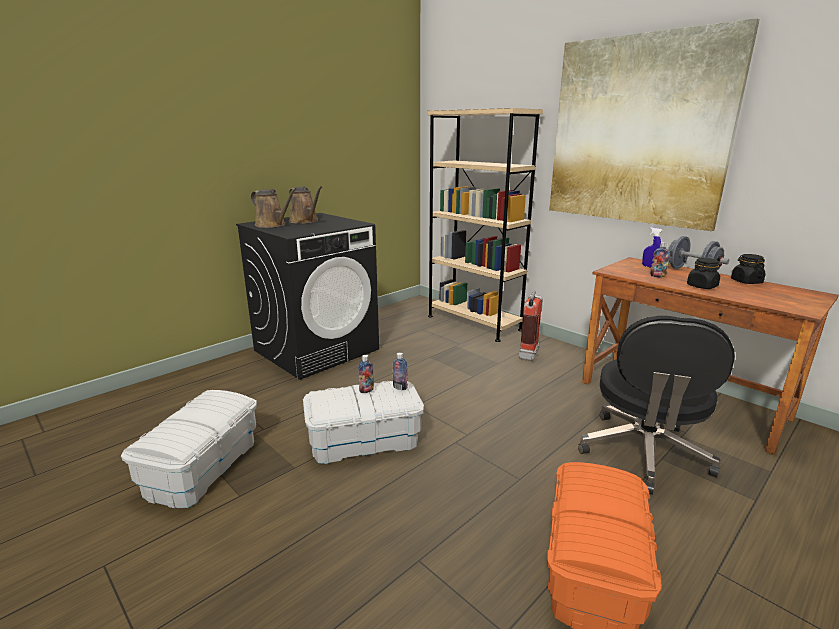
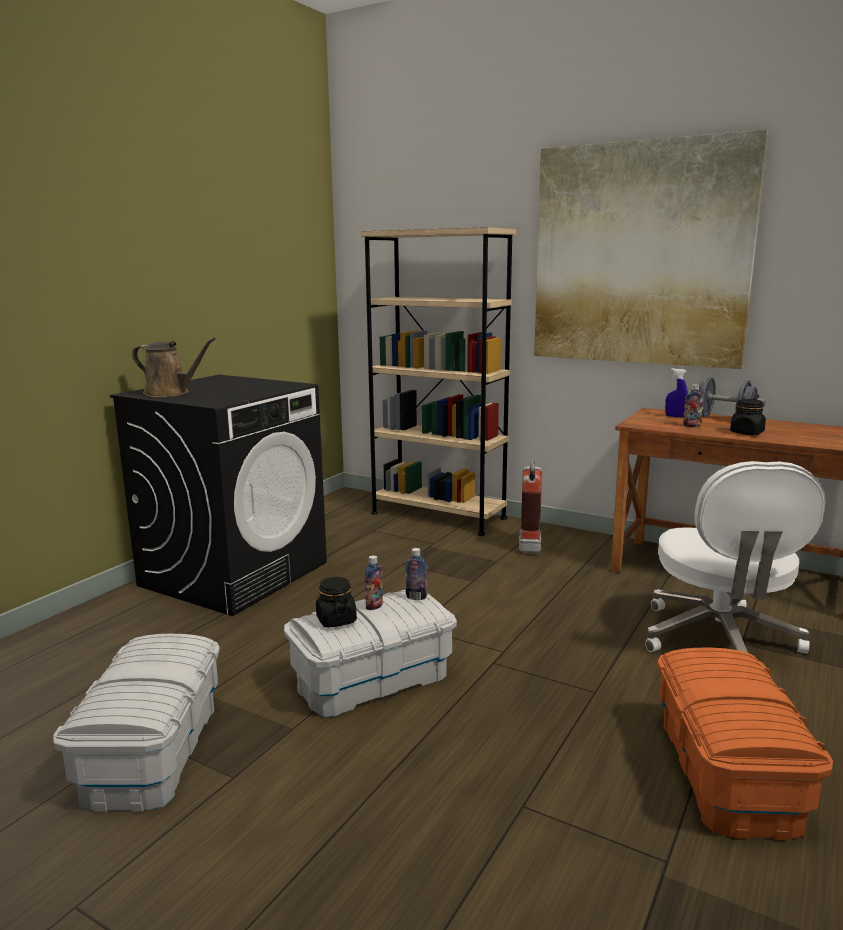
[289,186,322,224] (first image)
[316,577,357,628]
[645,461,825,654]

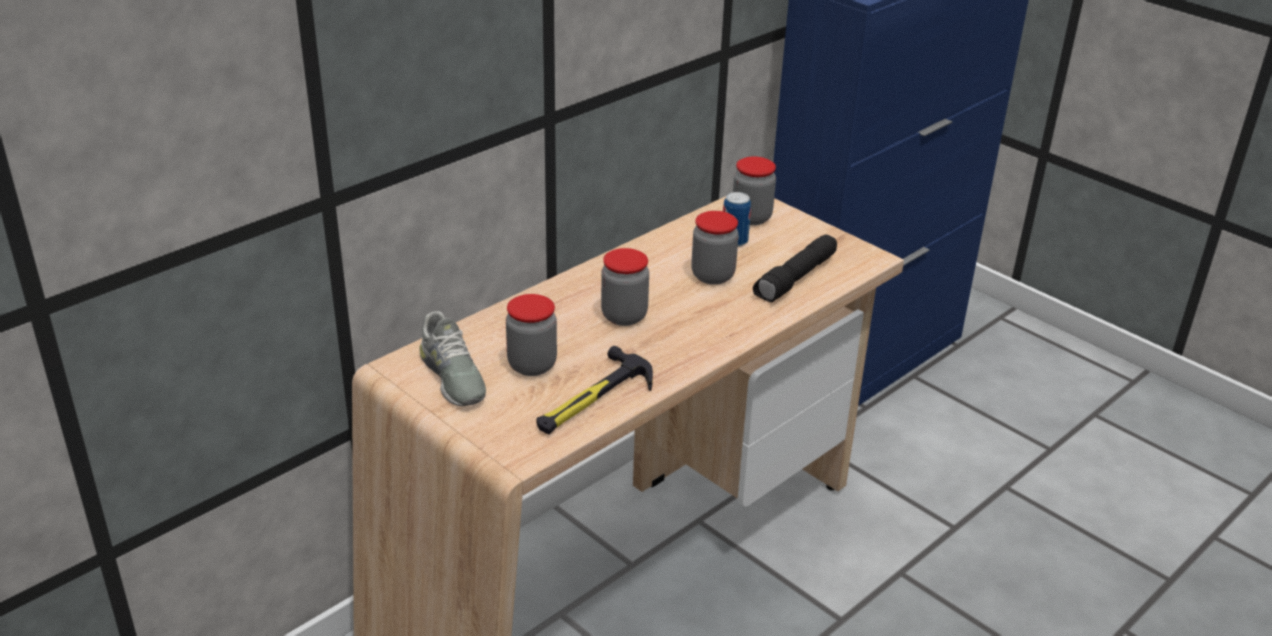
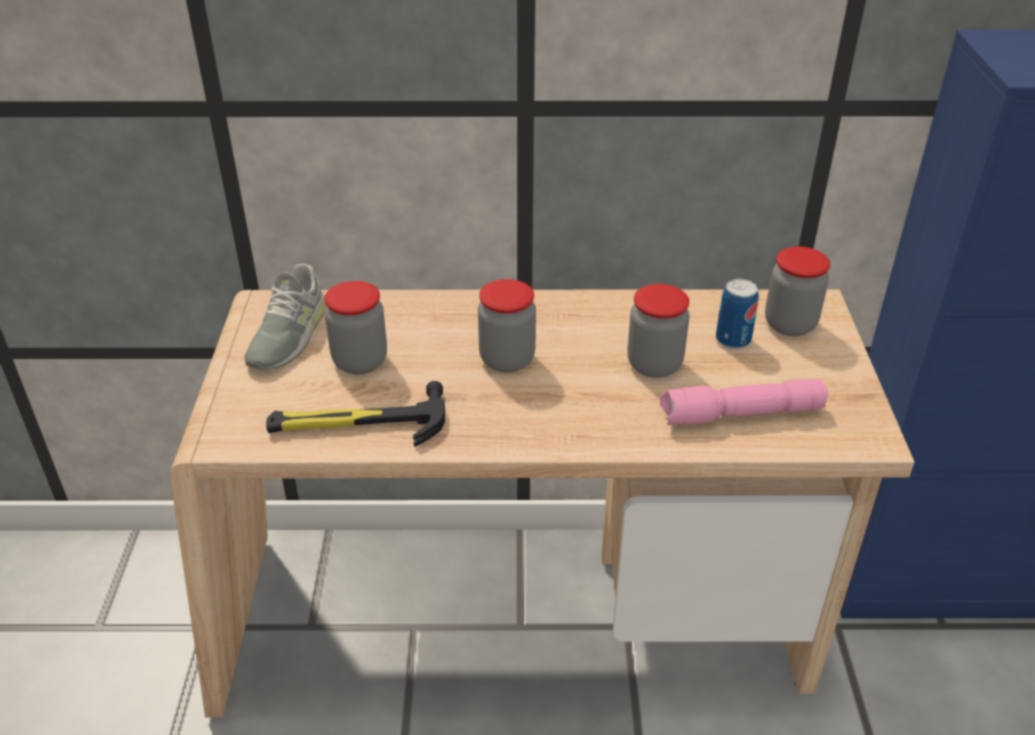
[660,379,829,425]

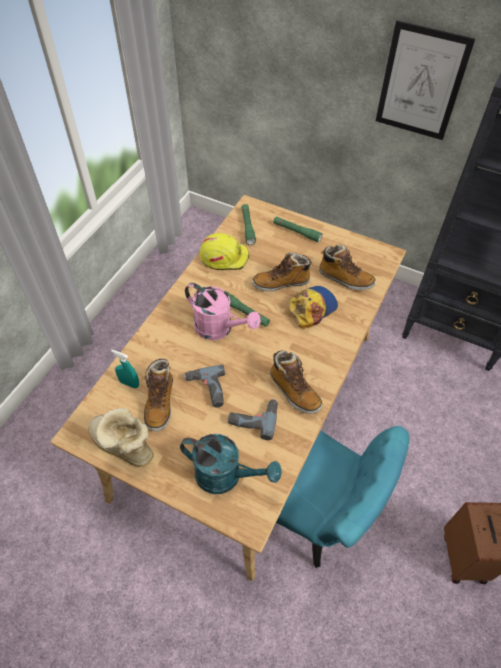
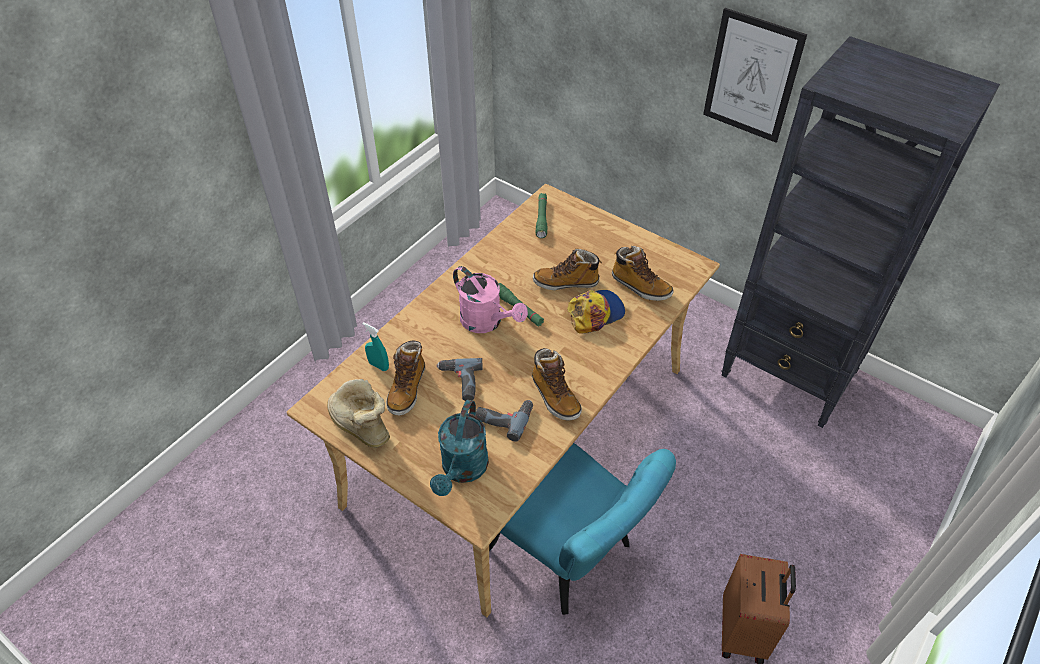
[273,216,322,242] (first image)
[200,233,249,270] (first image)
[430,400,489,496]

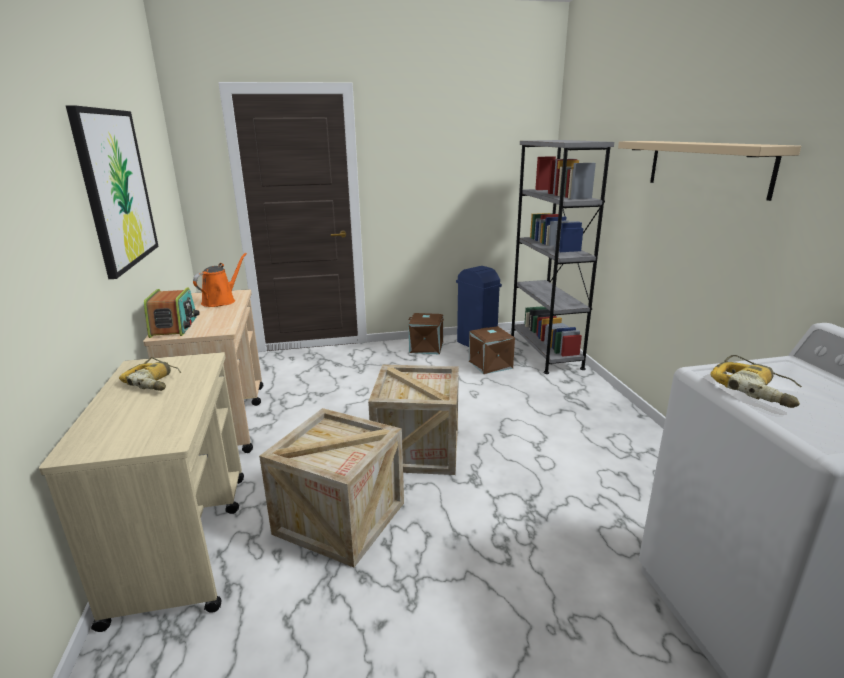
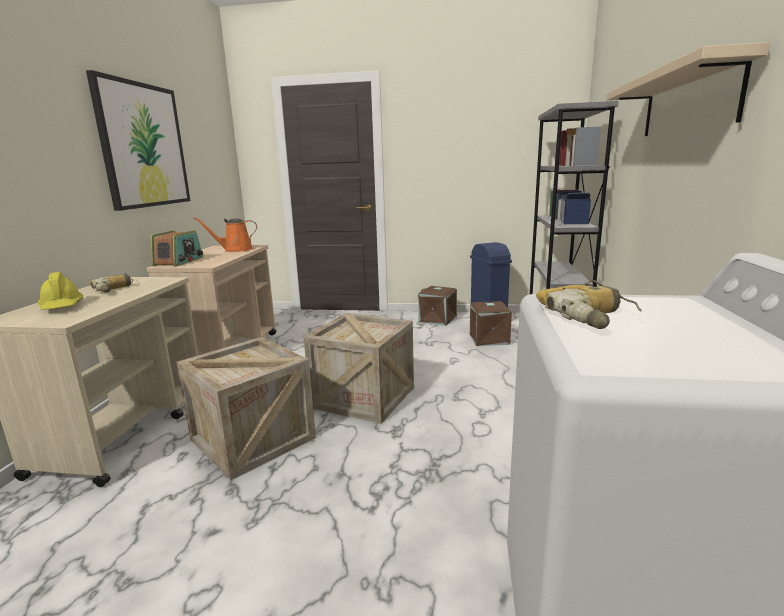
[193,217,257,252]
[37,272,83,310]

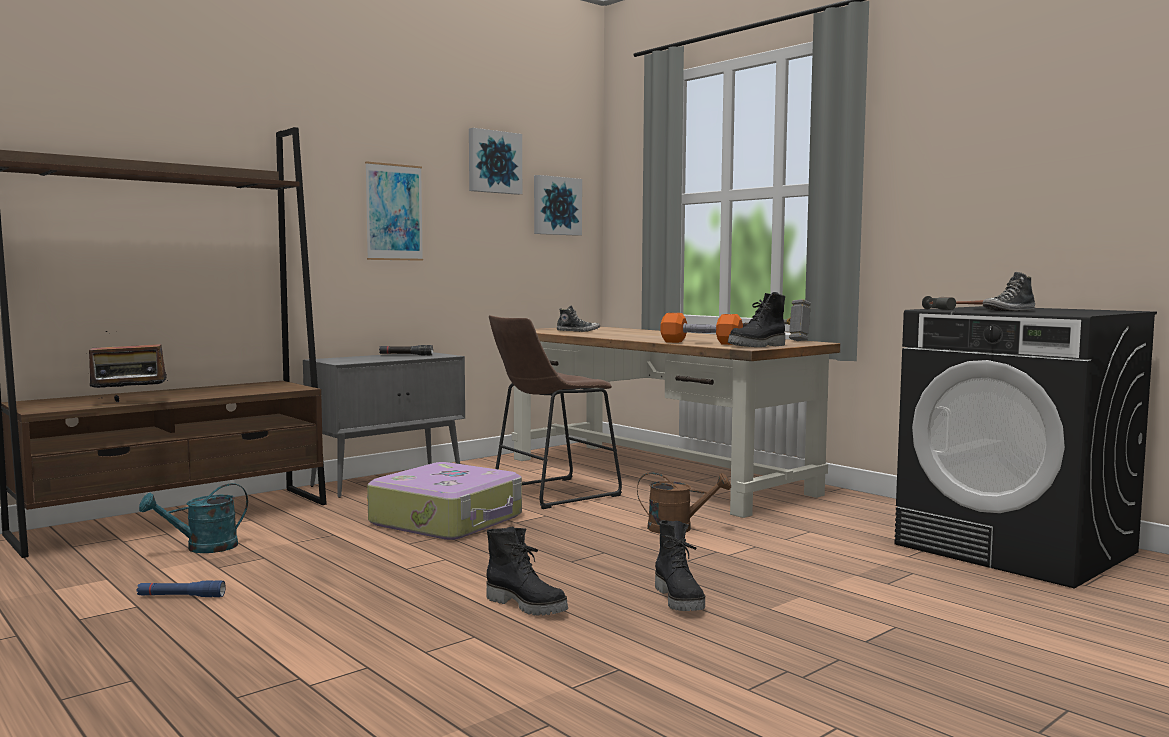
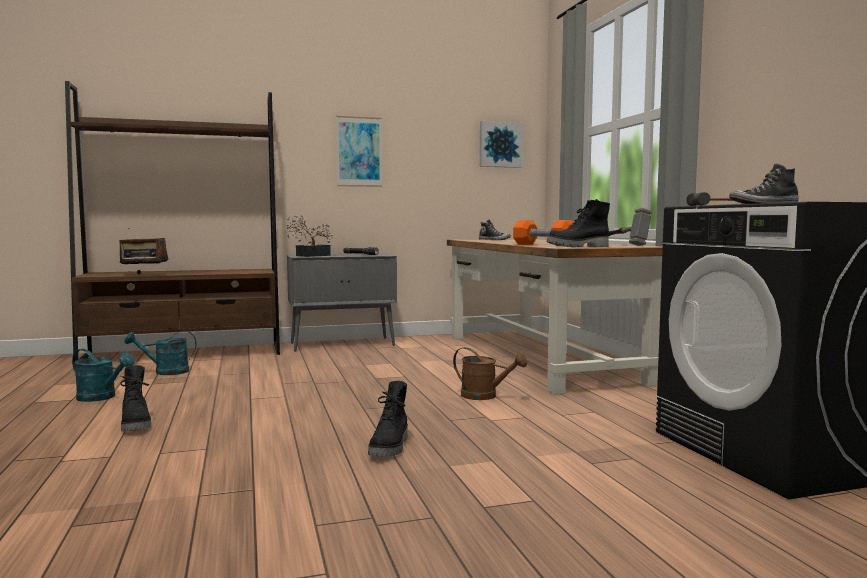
[469,128,522,195] (first image)
[489,315,622,509] (first image)
[367,462,522,540] (first image)
[120,365,151,432]
[72,349,135,402]
[286,215,333,257]

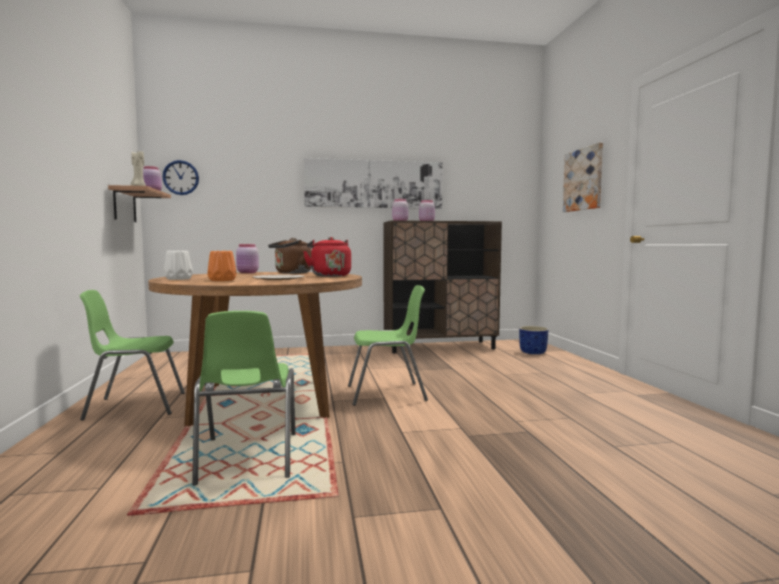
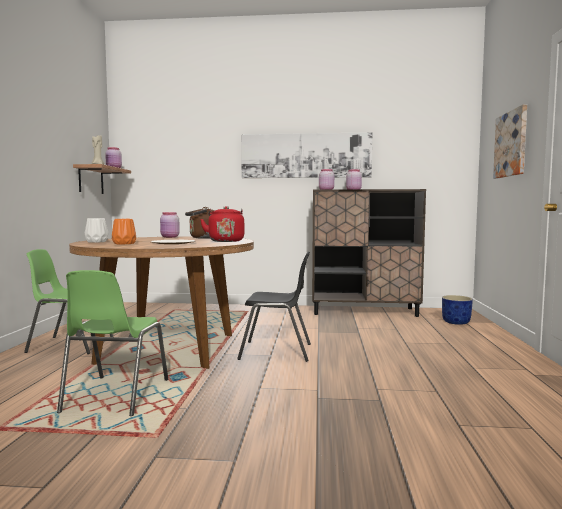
[162,160,199,195] (first image)
[237,251,311,362]

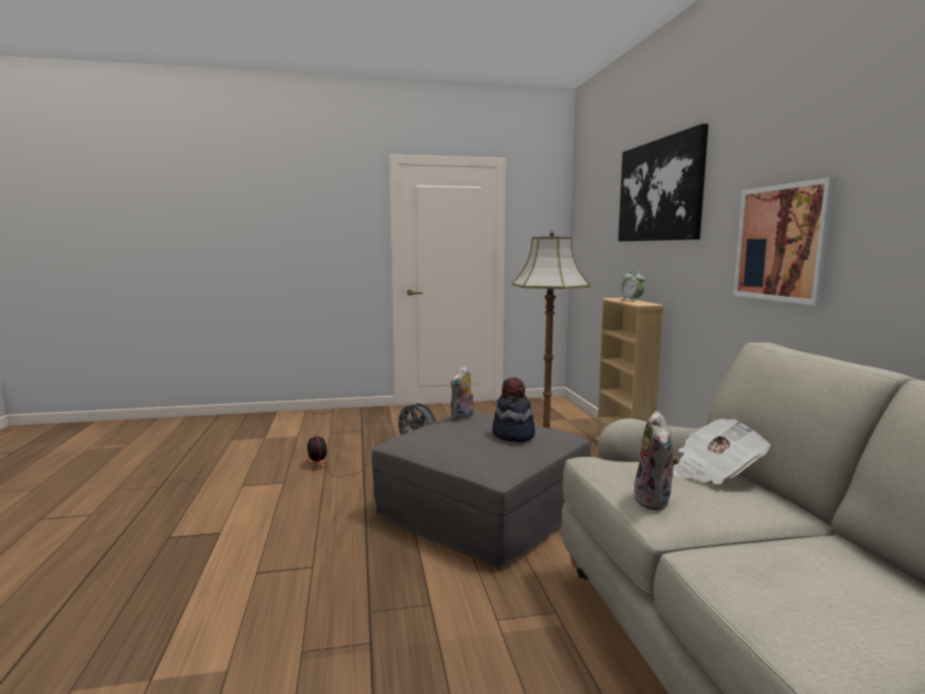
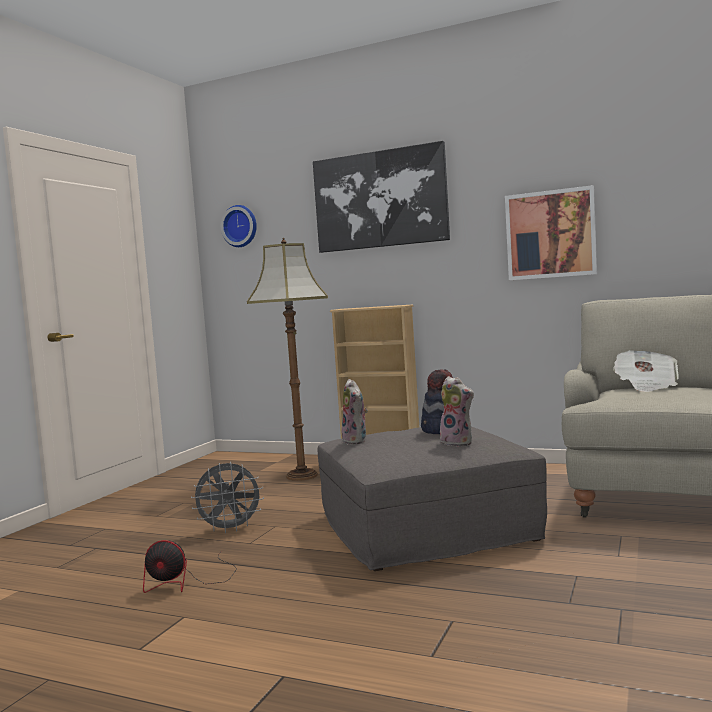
[621,270,645,302] (first image)
[437,376,474,447]
[221,205,257,247]

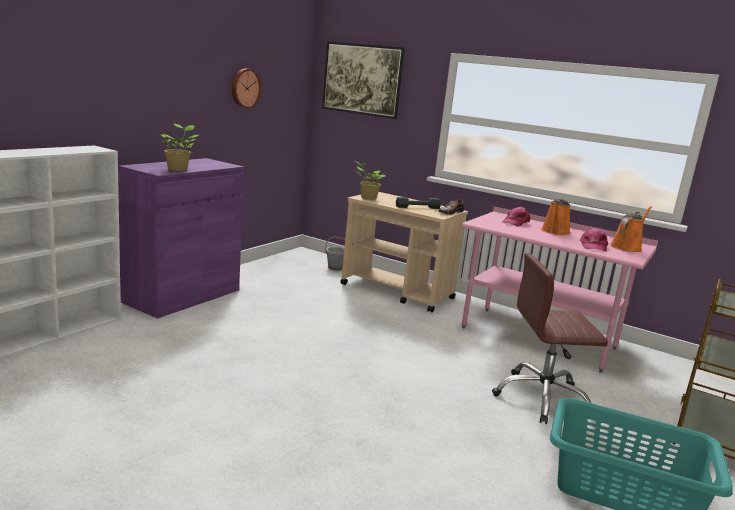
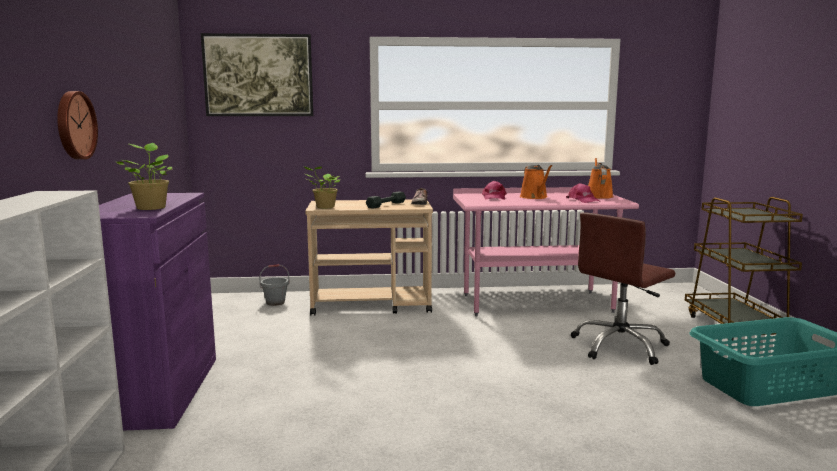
[57,91,98,160]

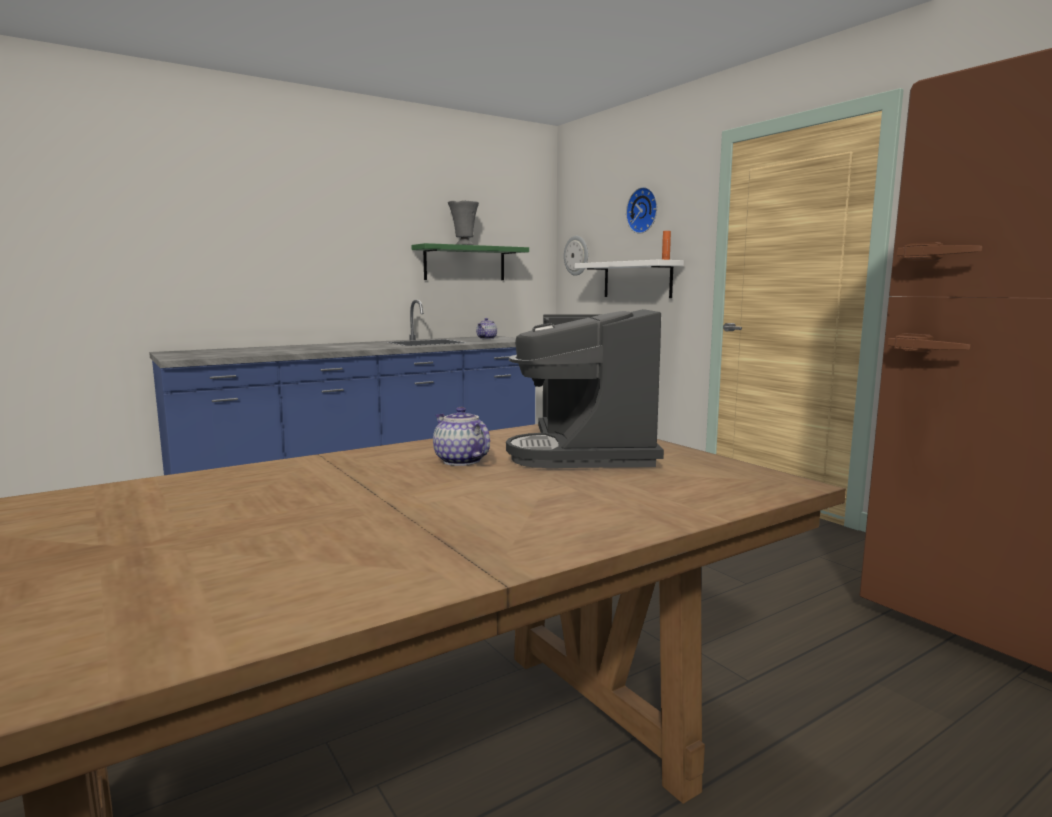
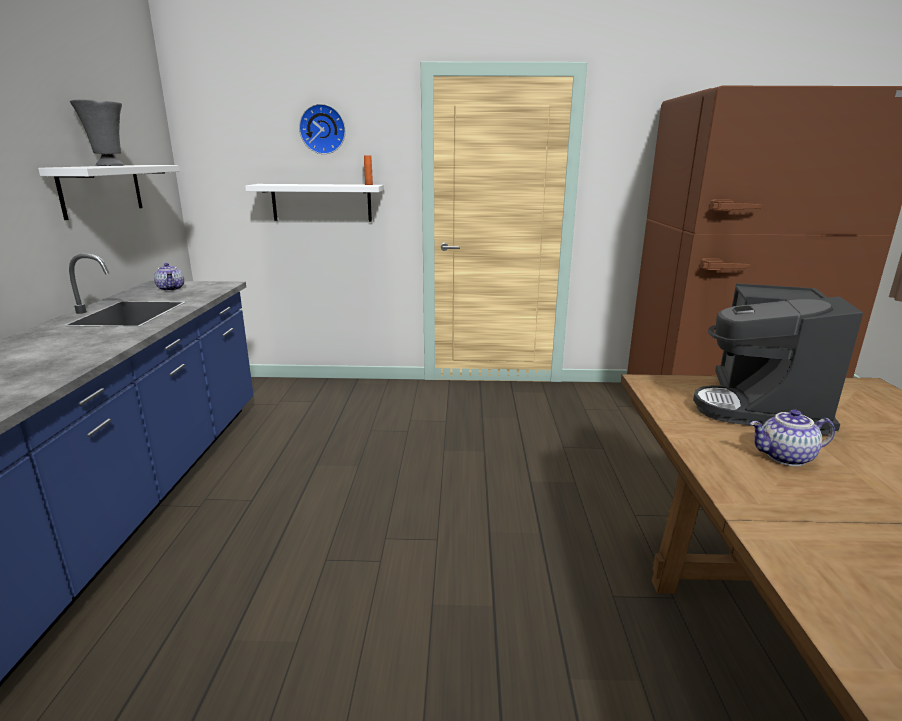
[564,236,588,276] (first image)
[38,165,180,220]
[693,283,863,436]

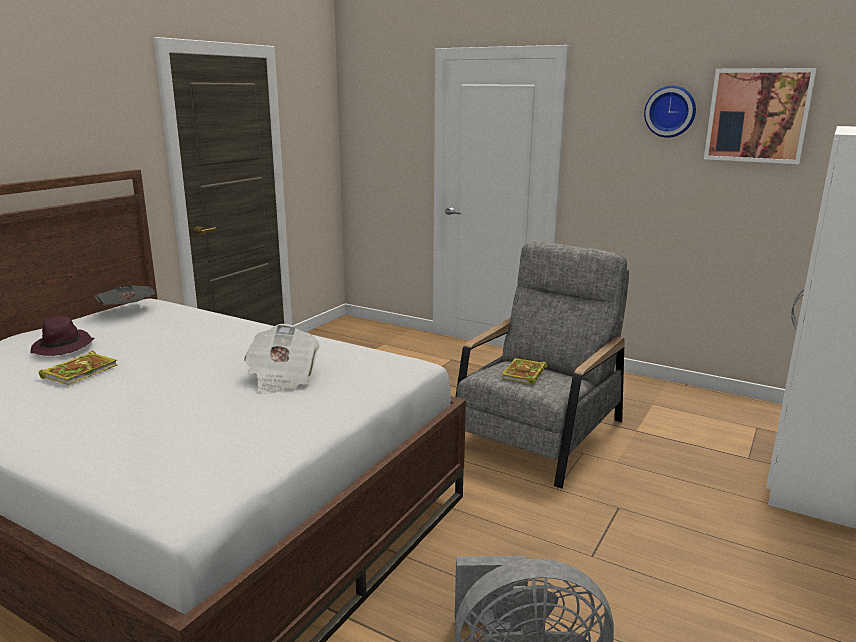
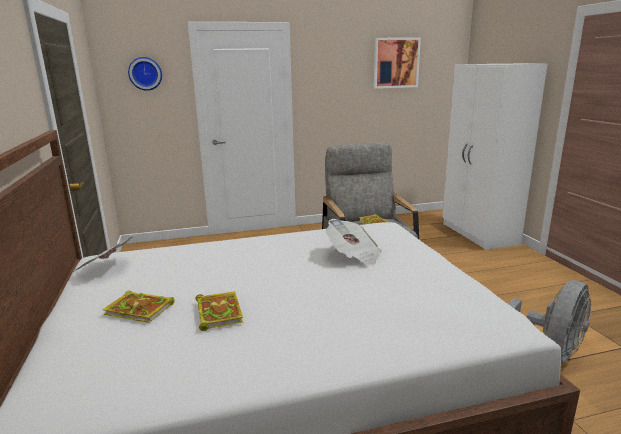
[128,57,162,91]
[103,291,174,323]

